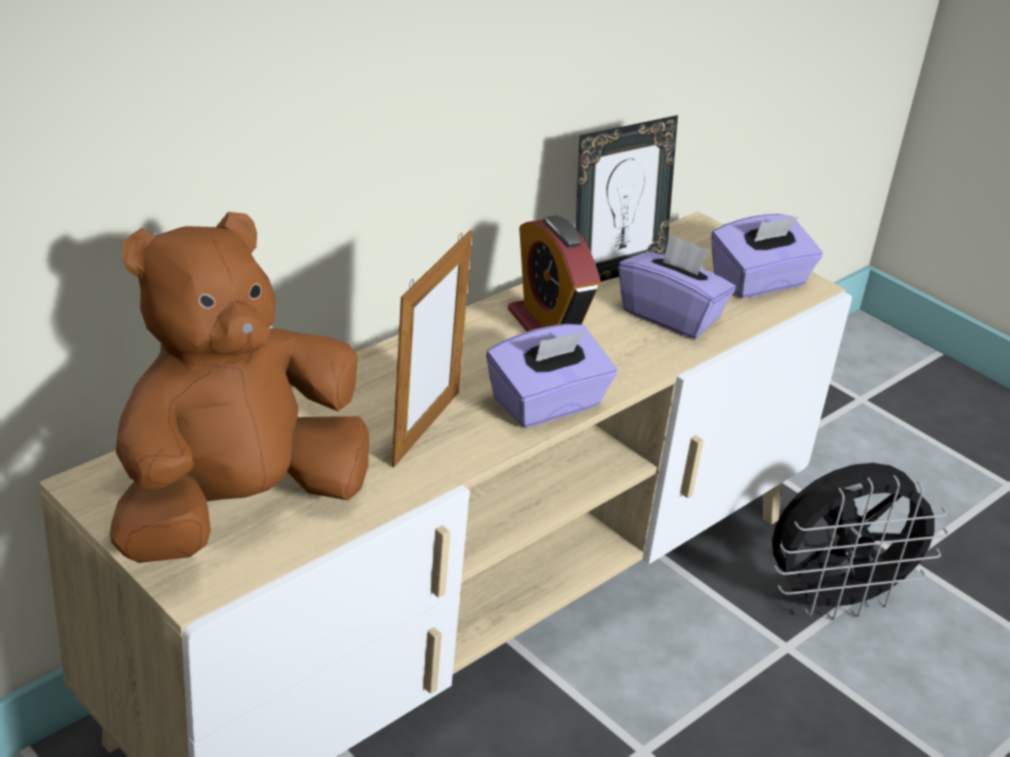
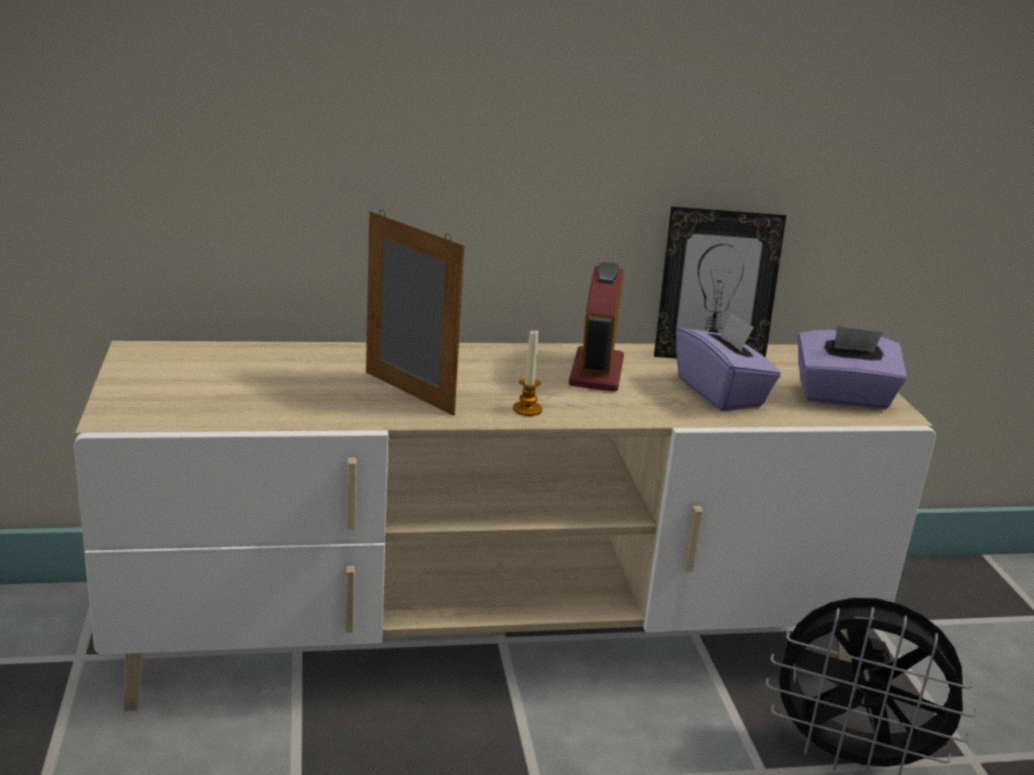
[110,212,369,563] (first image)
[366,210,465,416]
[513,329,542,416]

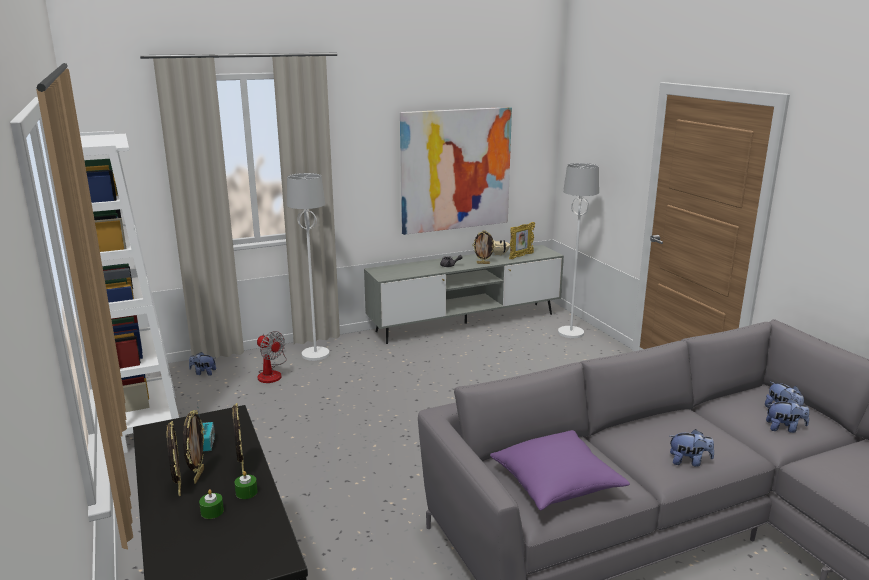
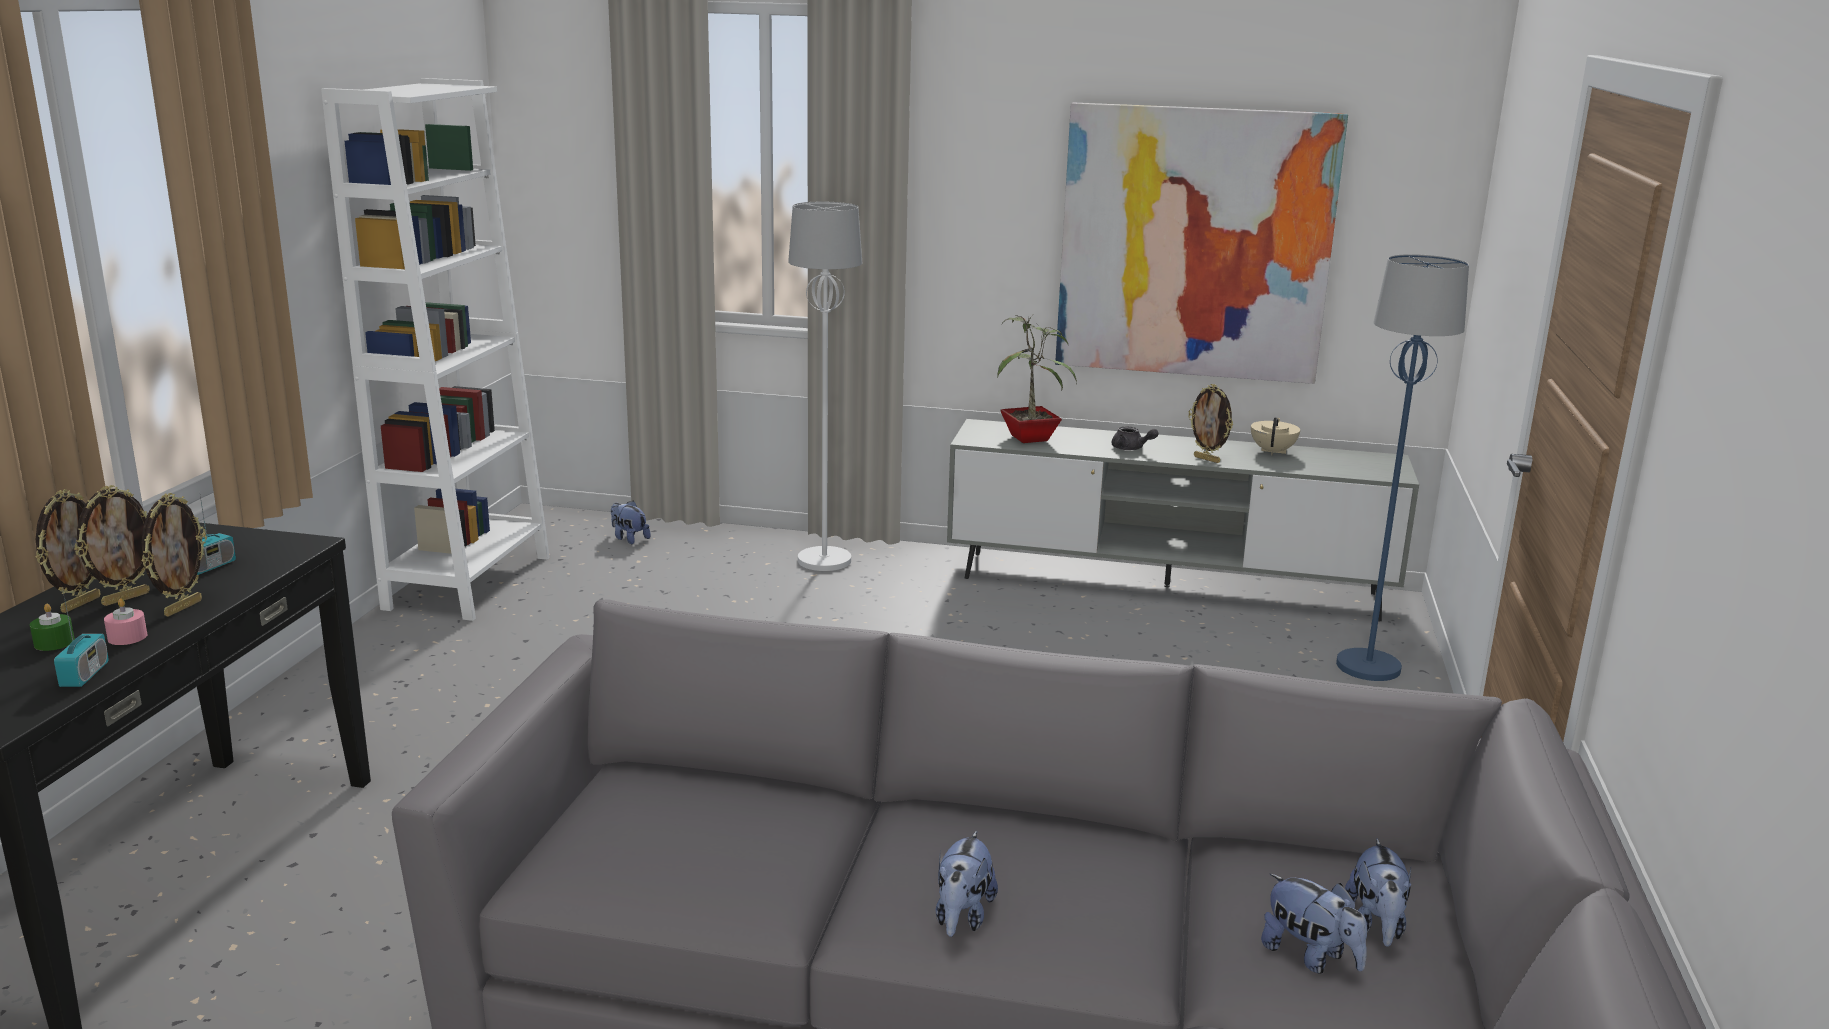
[1336,254,1469,681]
[509,222,535,259] (first image)
[257,331,287,383] (first image)
[936,830,998,937]
[490,430,630,510] (first image)
[104,598,147,645]
[997,315,1077,443]
[54,592,109,687]

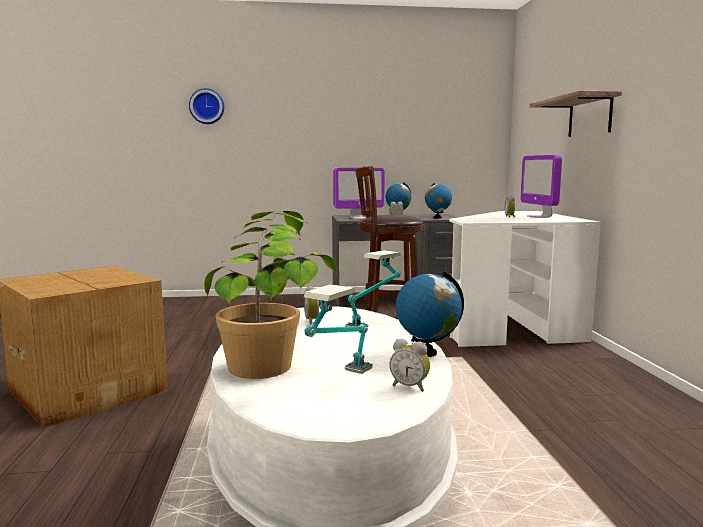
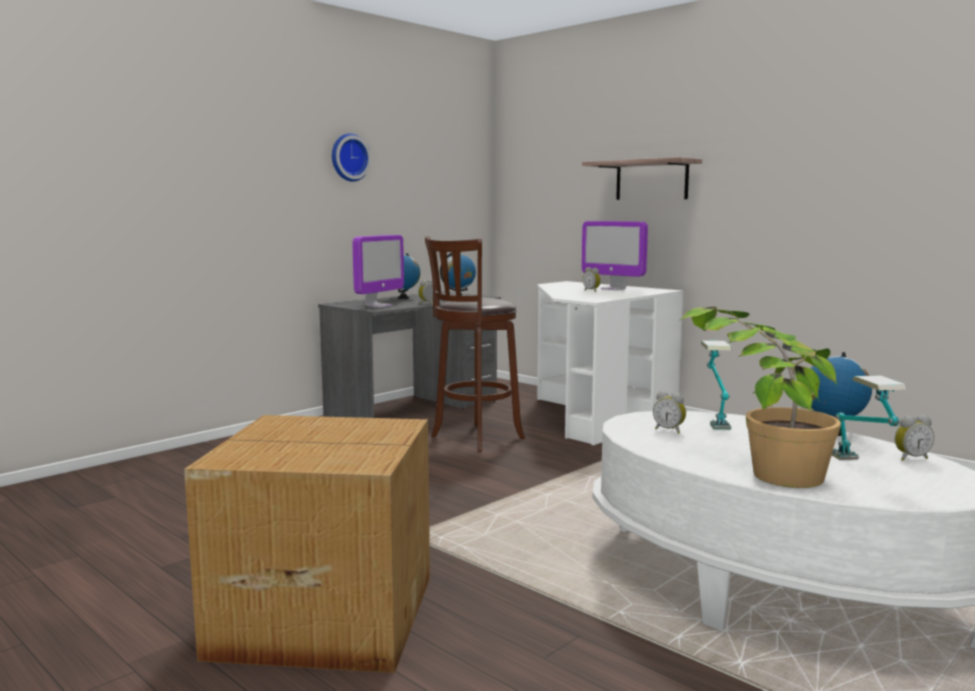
[332,133,371,182]

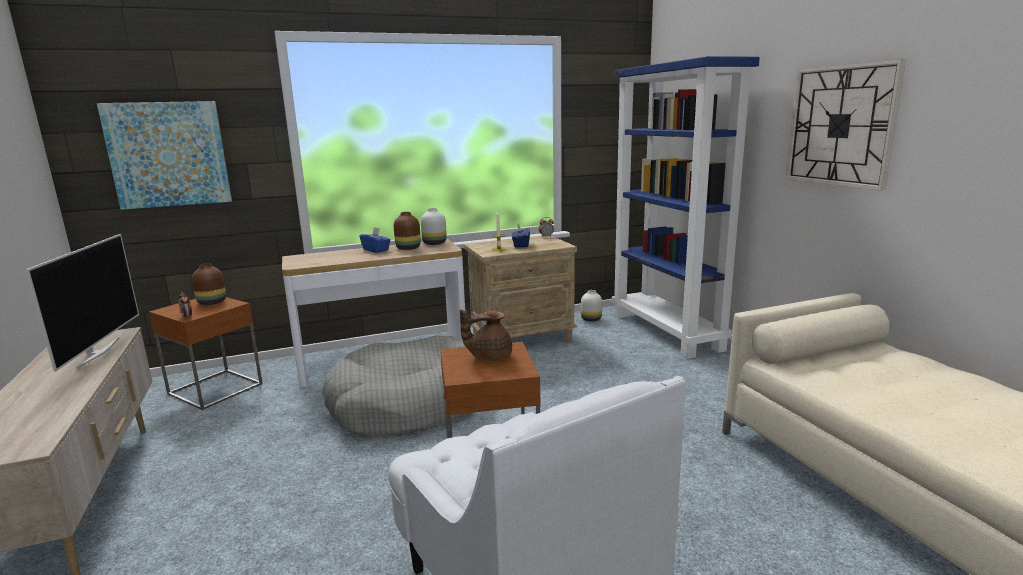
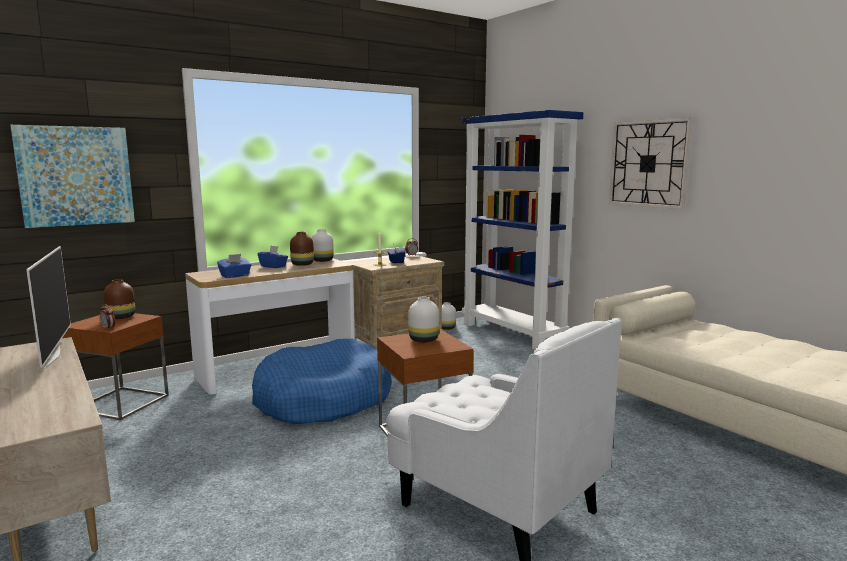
[408,297,439,342]
[252,339,392,424]
[217,254,251,278]

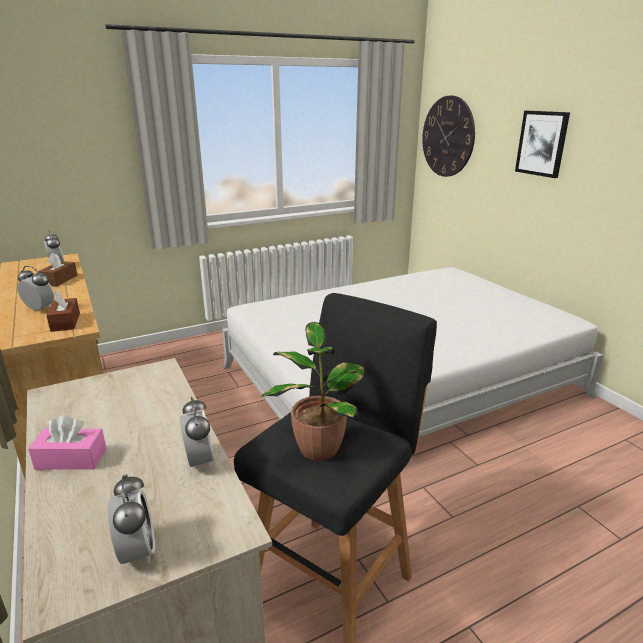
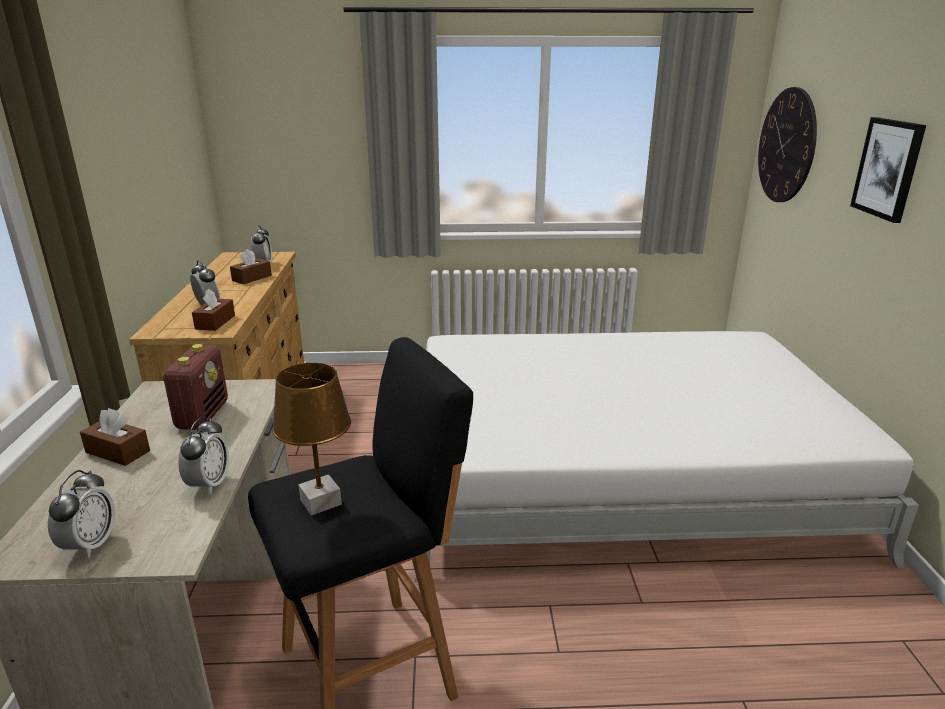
[272,363,351,516]
[80,408,150,466]
[162,344,228,430]

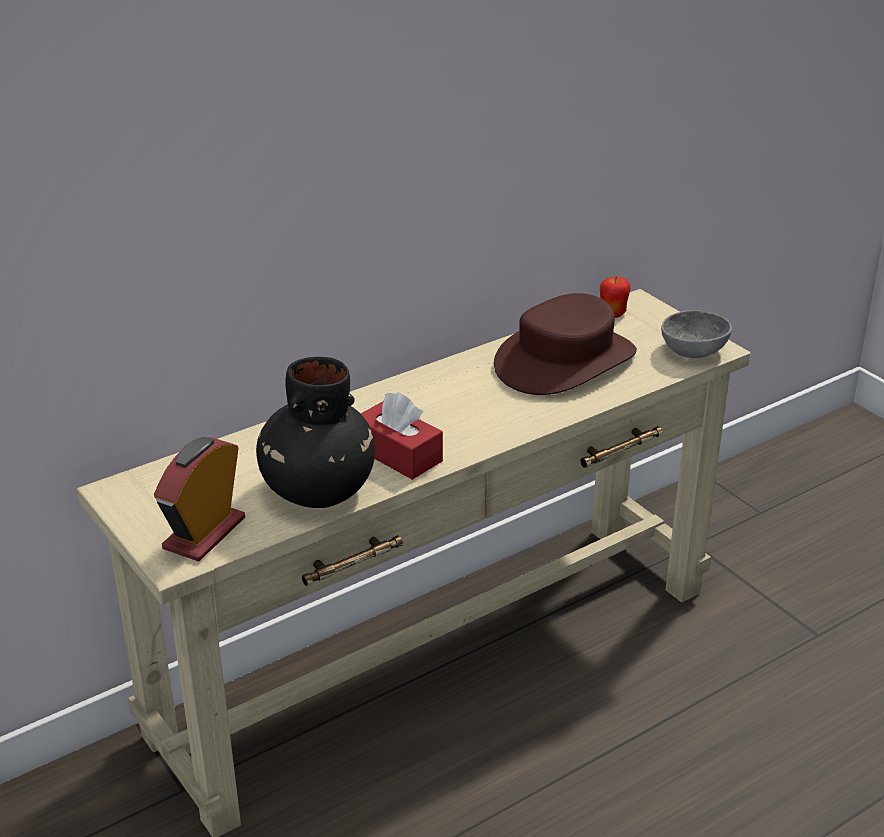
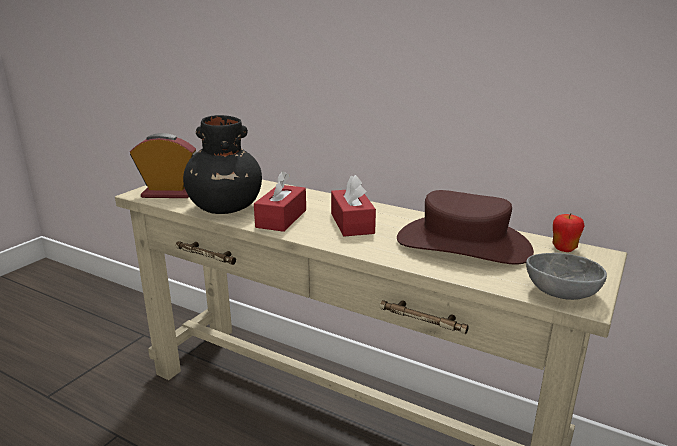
[331,175,376,237]

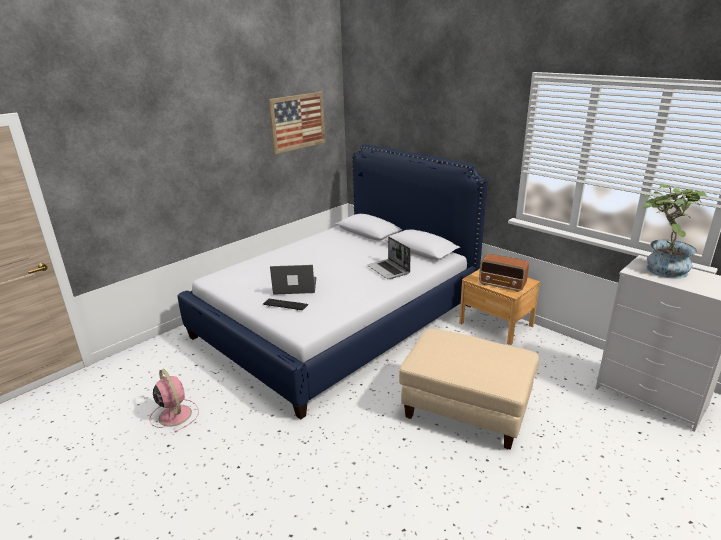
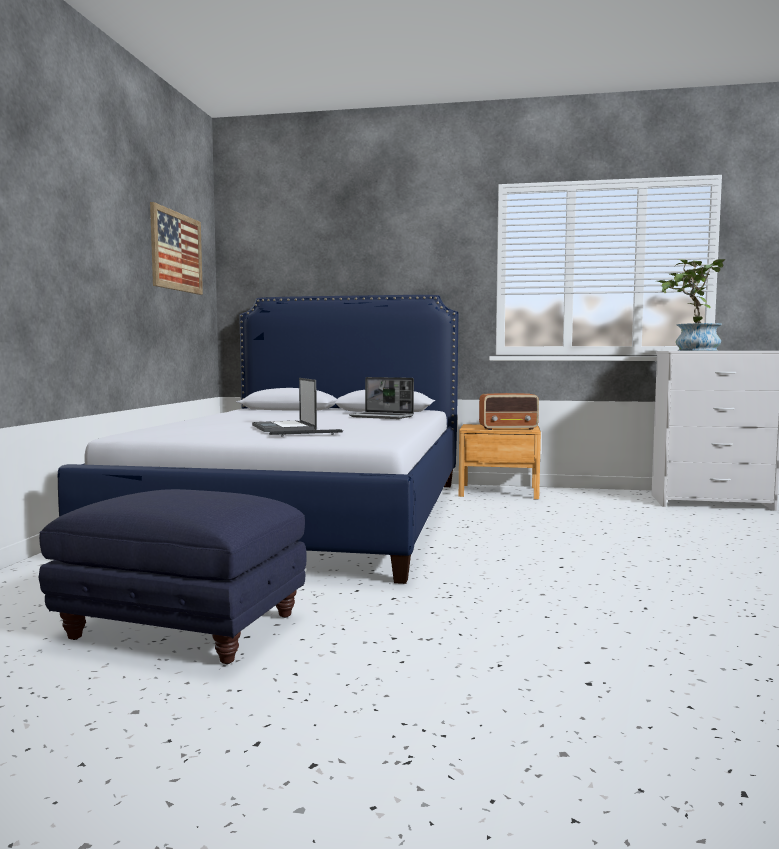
[252,378,317,432]
[399,329,539,450] (first image)
[39,489,307,664]

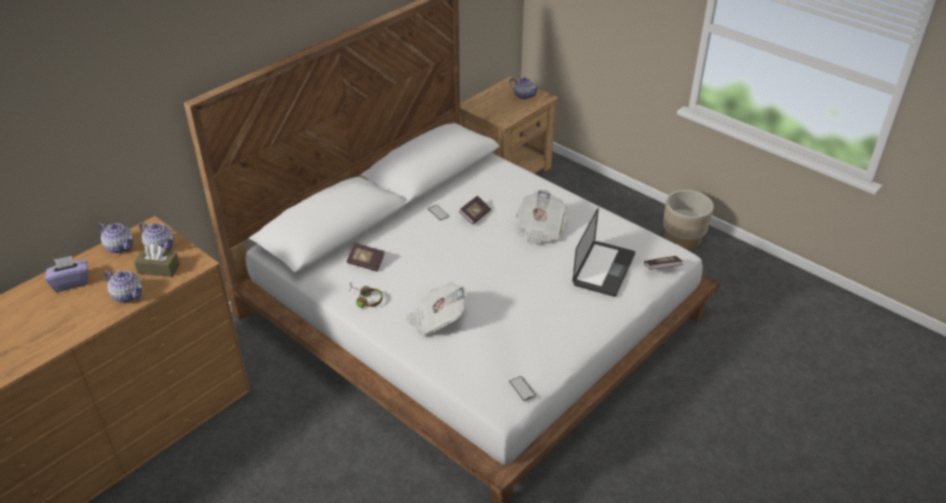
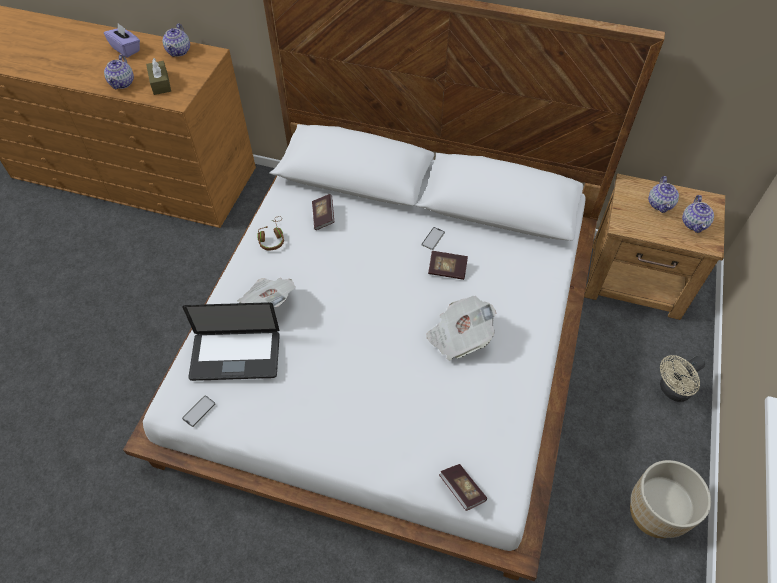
[182,302,280,381]
[648,176,679,213]
[660,355,705,402]

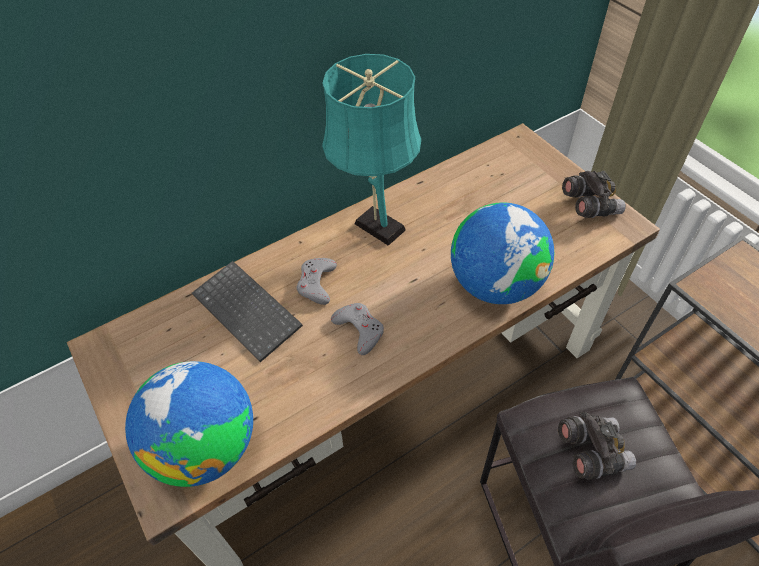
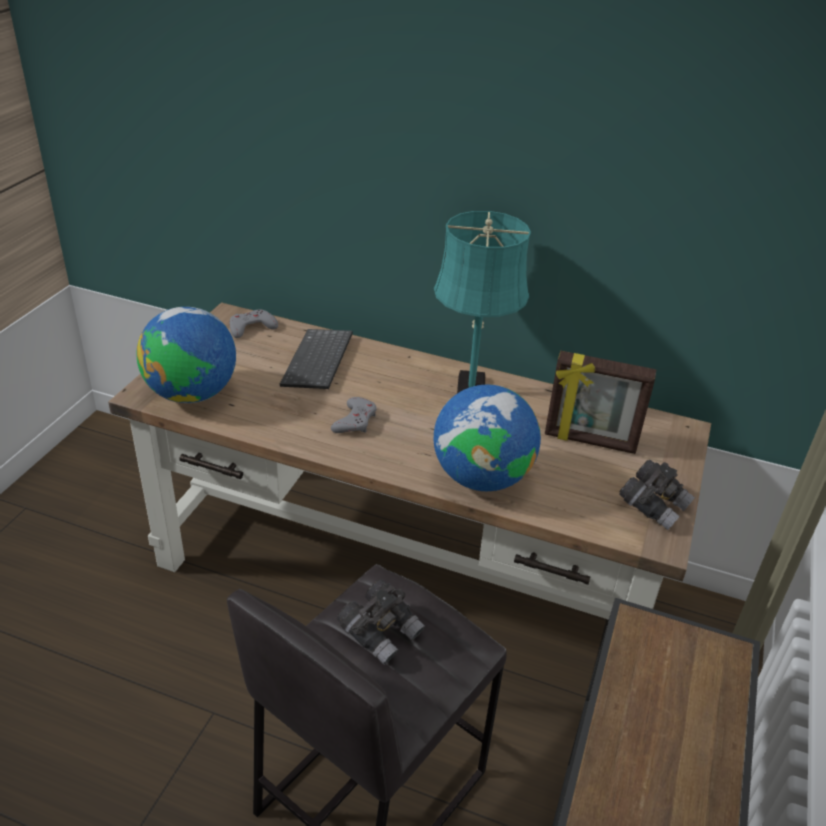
[230,310,278,338]
[545,351,656,454]

